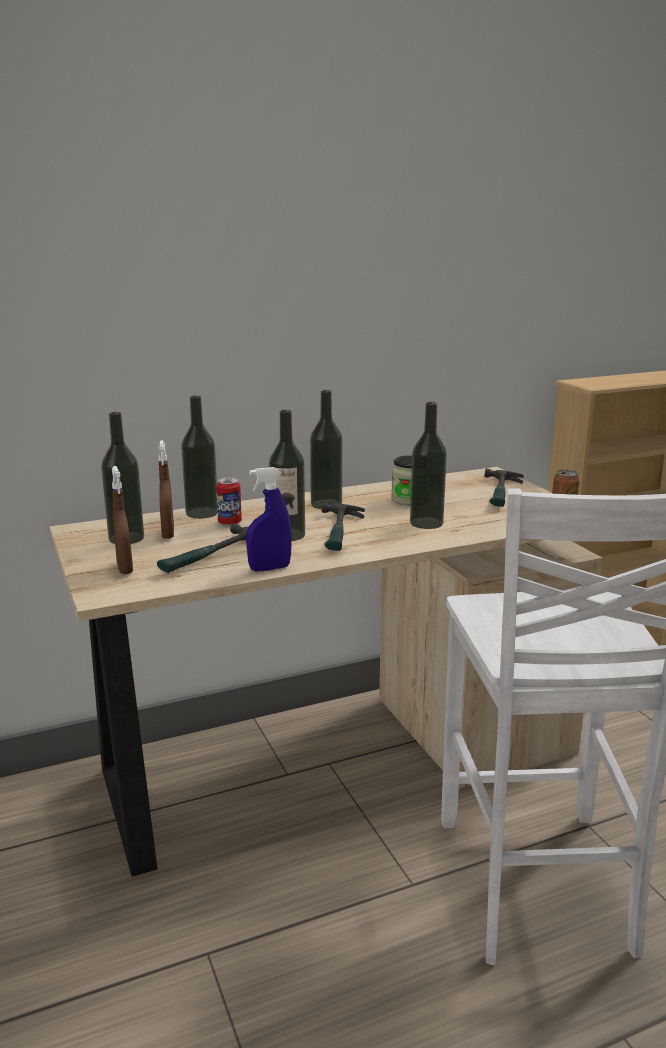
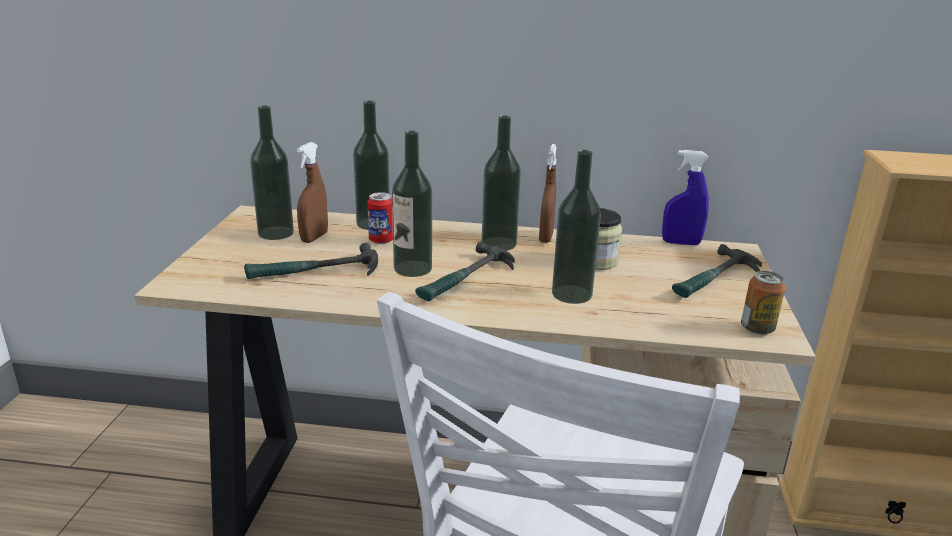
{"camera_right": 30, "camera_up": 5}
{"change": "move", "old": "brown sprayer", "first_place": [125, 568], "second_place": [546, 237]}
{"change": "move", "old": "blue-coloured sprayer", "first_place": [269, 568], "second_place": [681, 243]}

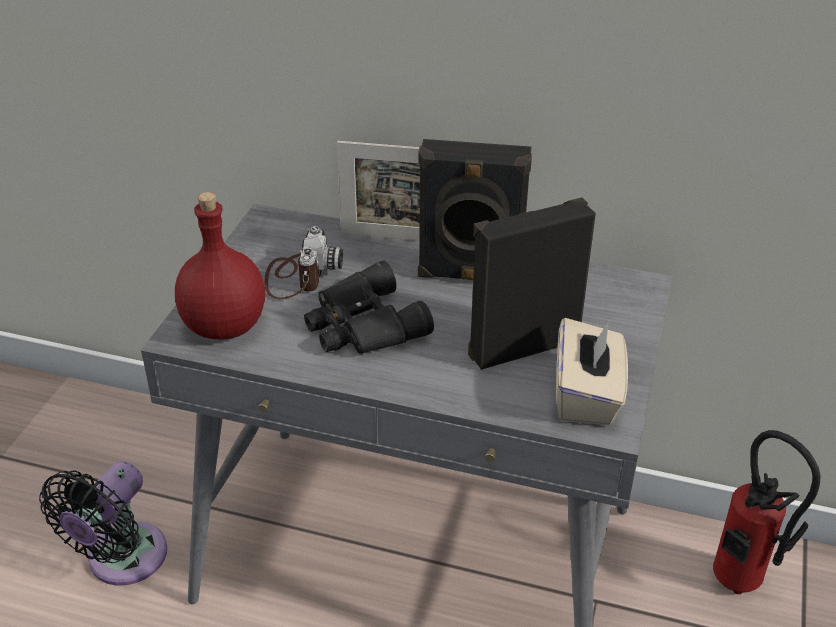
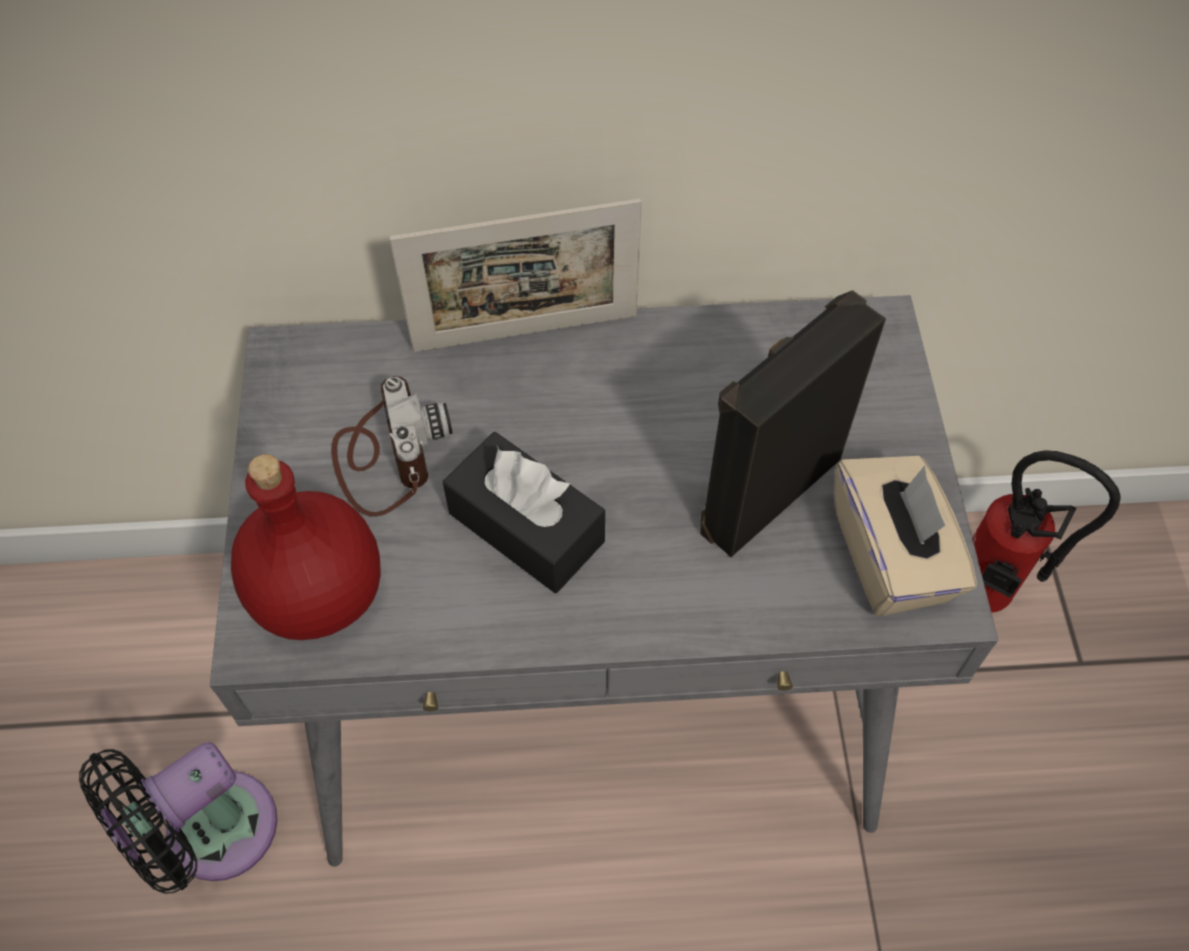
{"camera_right": -20, "camera_up": 20}
{"change": "delete", "old": "black-coloured audio speaker", "first_place": [470, 276]}
{"change": "replace", "old": "black-coloured field glasses", "new": "black-coloured box of tissues", "first_place": [362, 326], "second_place": [526, 527]}
{"change": "rotate", "old": "black-coloured cooling fan", "first_place": [121, 561], "second_place": [210, 834], "degrees": 45}

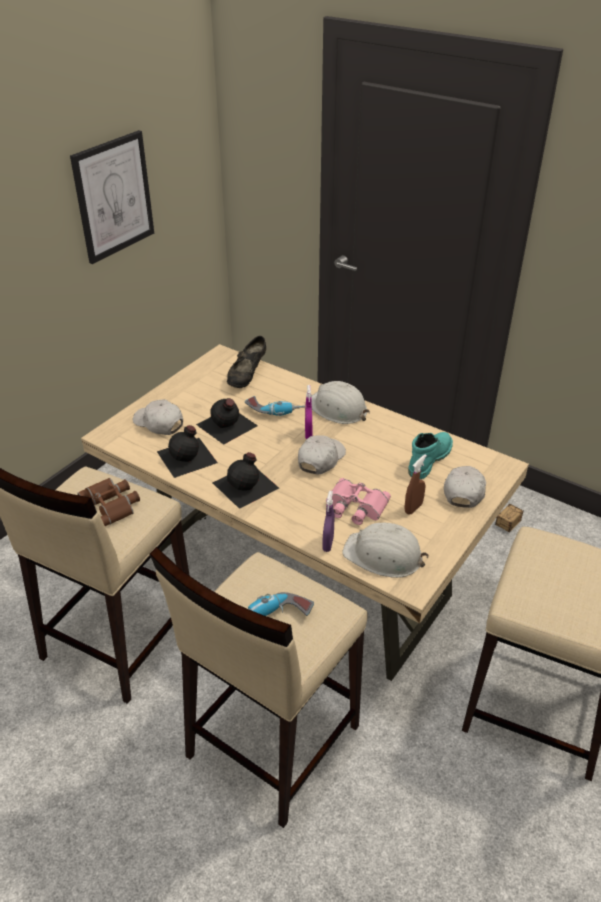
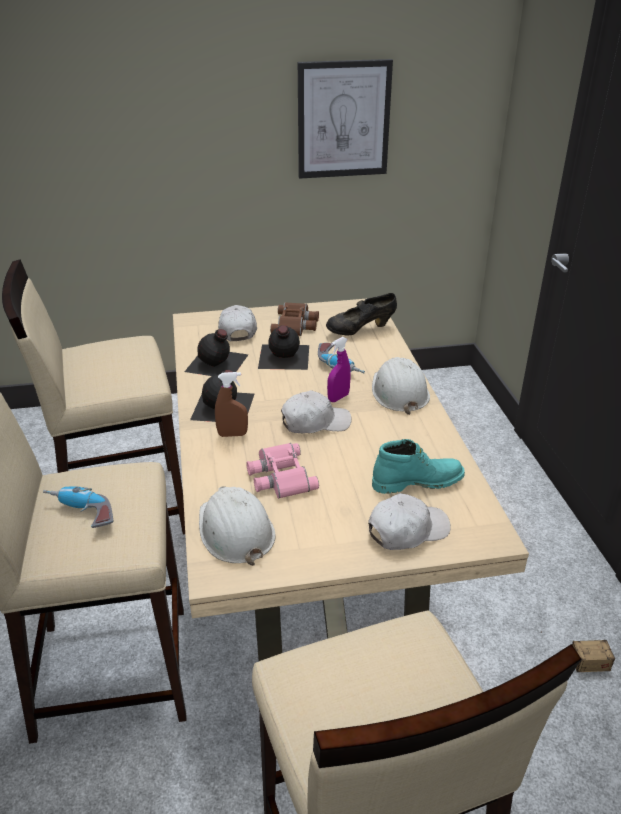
{"camera_right": 45, "camera_up": -5}
{"change": "move", "old": "brown sprayer", "first_place": [413, 508], "second_place": [232, 434]}
{"change": "move", "old": "brown field glasses", "first_place": [112, 504], "second_place": [296, 324]}
{"change": "delete", "old": "purple sprayer", "first_place": [328, 544]}

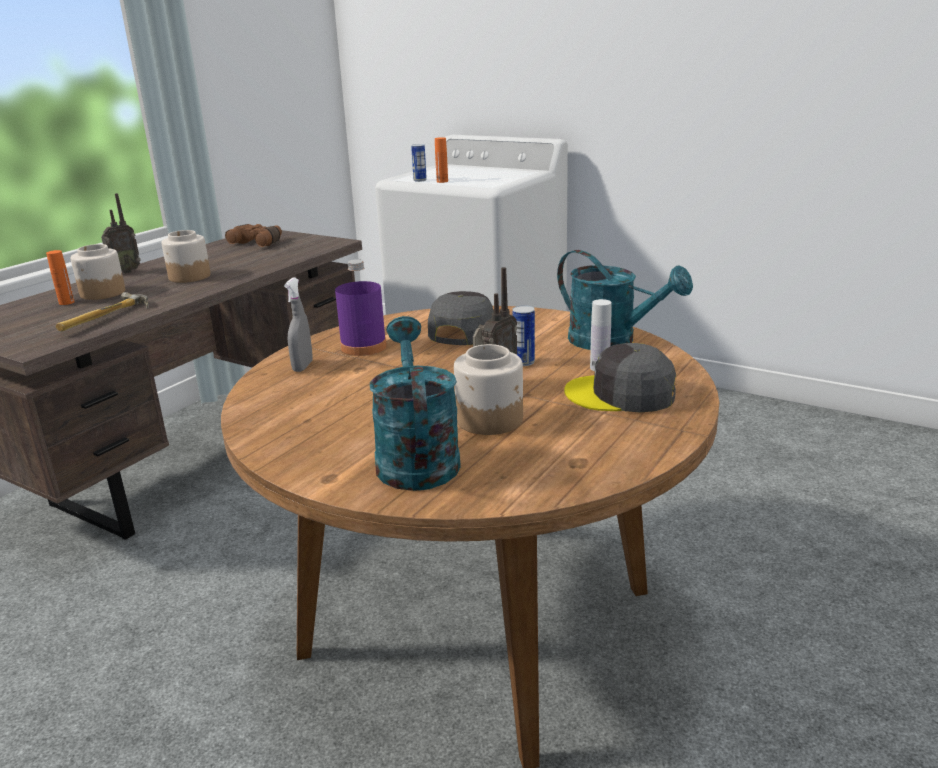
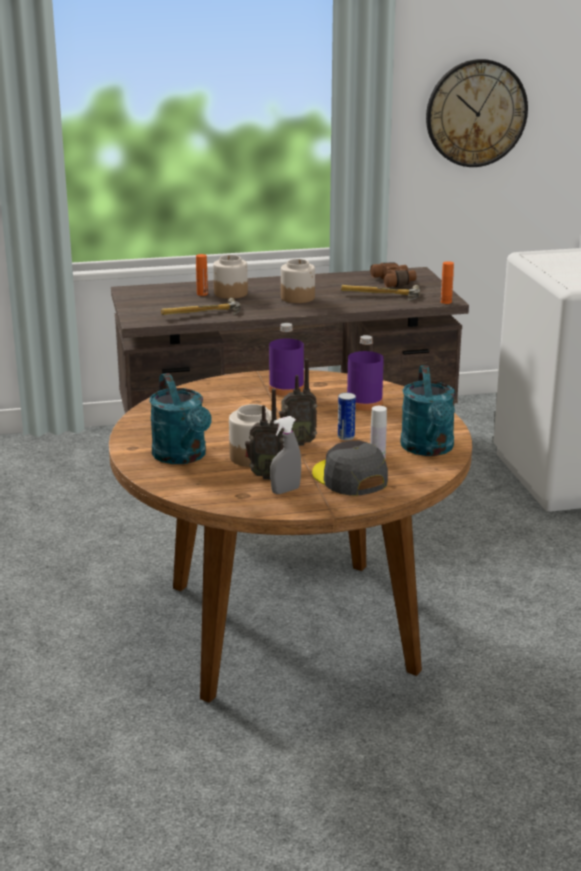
{"camera_right": 45, "camera_up": 0}
{"change": "move", "old": "orange drink bottle", "first_place": [442, 181], "second_place": [446, 302]}
{"change": "delete", "old": "metal can", "first_place": [420, 180]}
{"change": "move", "old": "radio", "first_place": [124, 272], "second_place": [266, 476]}
{"change": "move", "old": "gray sprayer", "first_place": [302, 366], "second_place": [285, 490]}
{"change": "replace", "old": "gray cap", "new": "purple drink bottle", "first_place": [465, 330], "second_place": [364, 403]}
{"change": "rotate", "old": "blue-green watering pot", "first_place": [415, 457], "second_place": [183, 457], "degrees": 120}
{"change": "insert", "new": "hanging clock", "second_place": [476, 113]}
{"change": "insert", "new": "hammer", "second_place": [381, 296]}

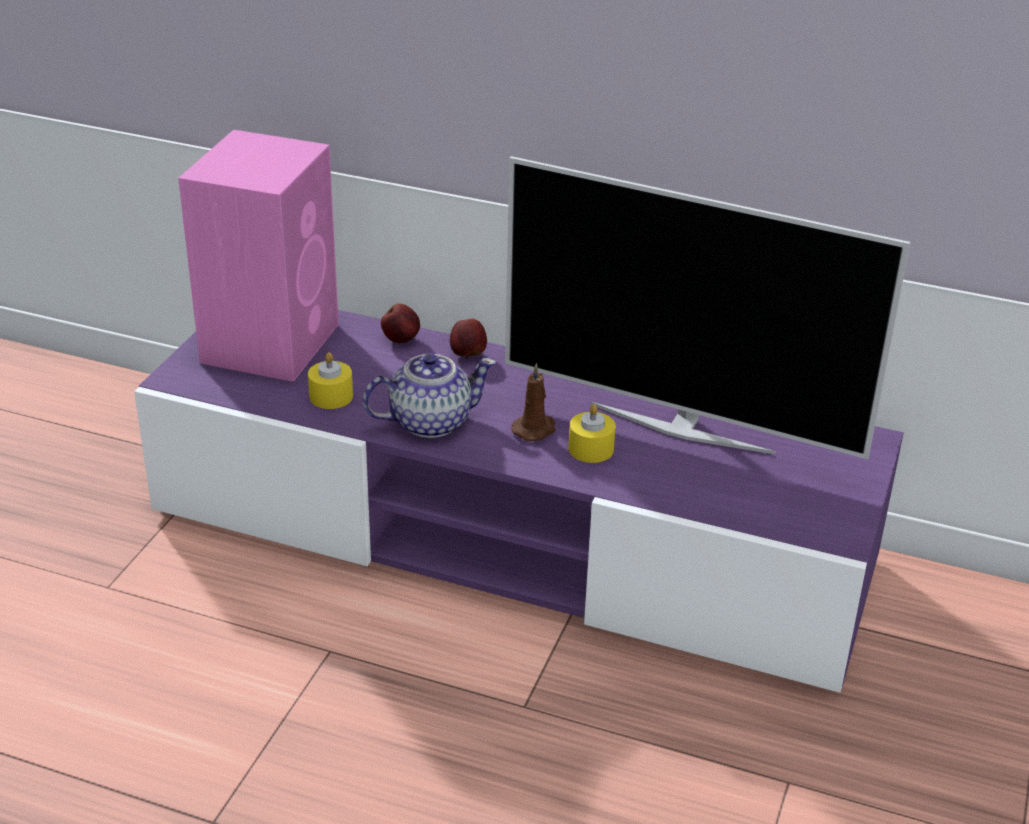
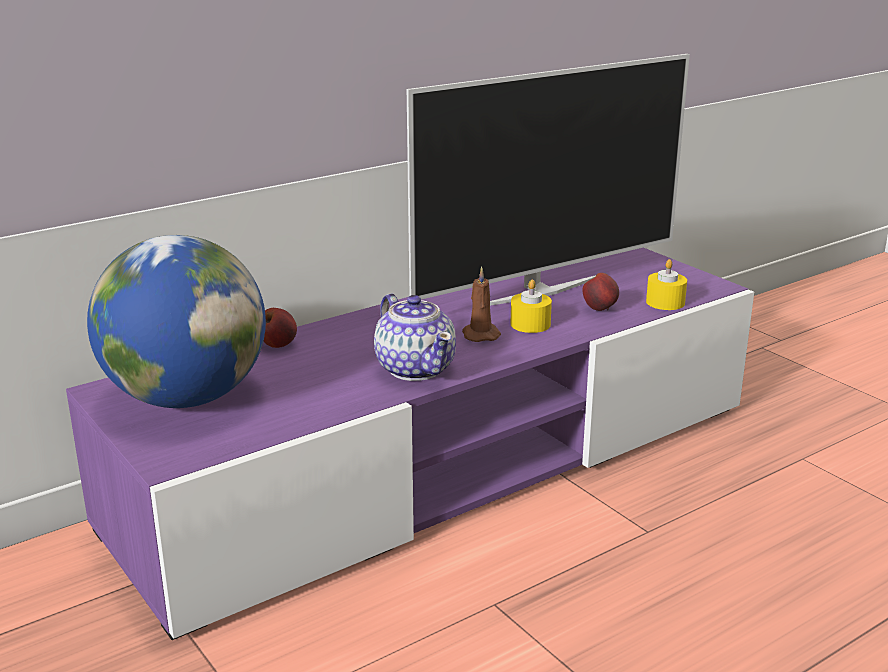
{"camera_right": -55, "camera_up": -10}
{"change": "replace", "old": "pink-coloured audio speaker", "new": "desk globe", "first_place": [272, 341], "second_place": [186, 398]}
{"change": "move", "old": "apple", "first_place": [468, 355], "second_place": [600, 309]}
{"change": "move", "old": "yellowish wax light", "first_place": [331, 396], "second_place": [665, 302]}
{"change": "rotate", "old": "teapot", "first_place": [429, 422], "second_place": [415, 368], "degrees": 135}

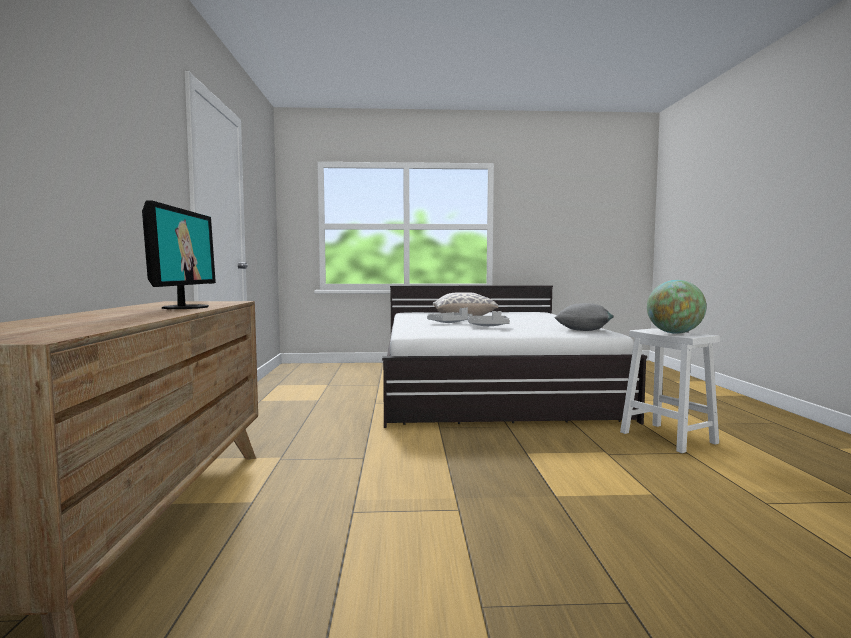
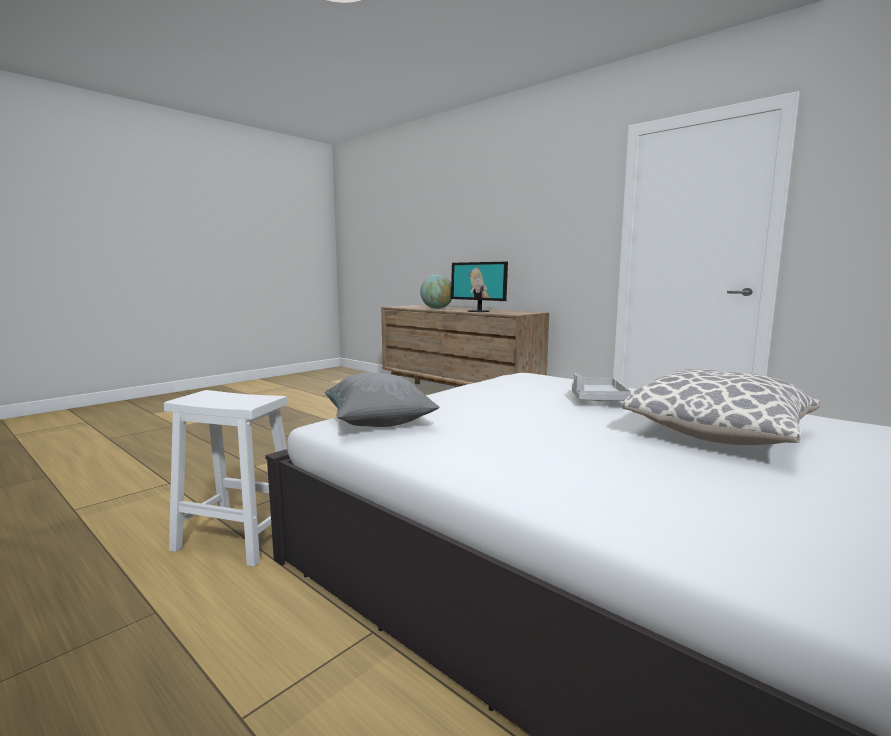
{"camera_right": 135, "camera_up": 5}
{"change": "move", "old": "desk globe", "first_place": [674, 333], "second_place": [437, 308]}
{"change": "delete", "old": "gray carrying tray", "first_place": [488, 326]}

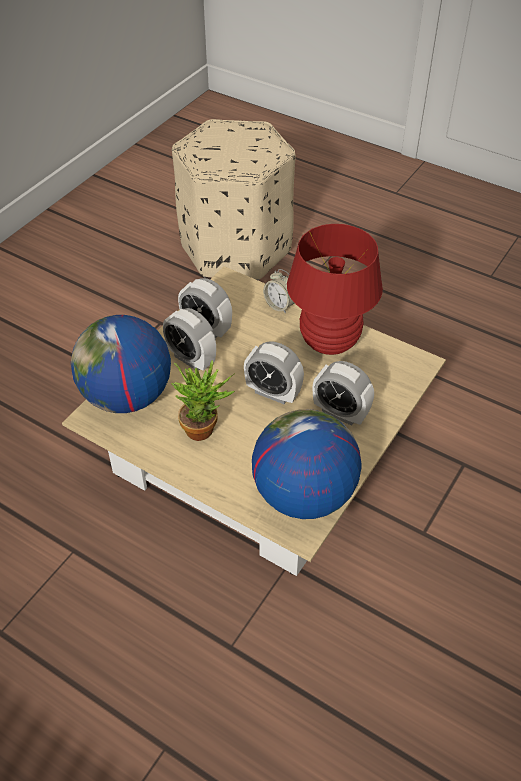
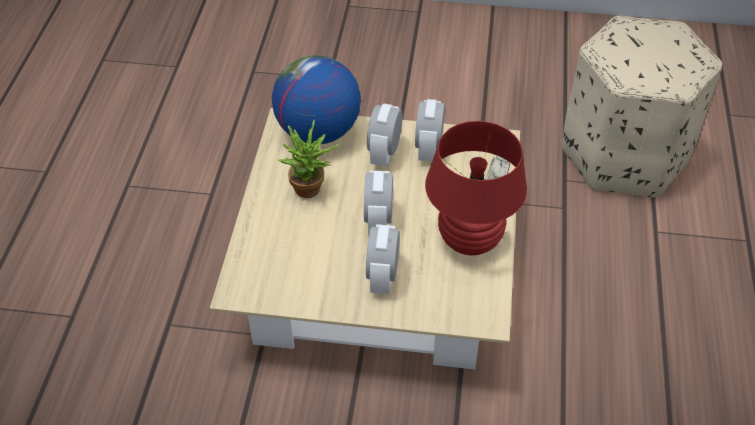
{"camera_right": 65, "camera_up": 0}
{"change": "delete", "old": "desk globe", "first_place": [303, 495]}

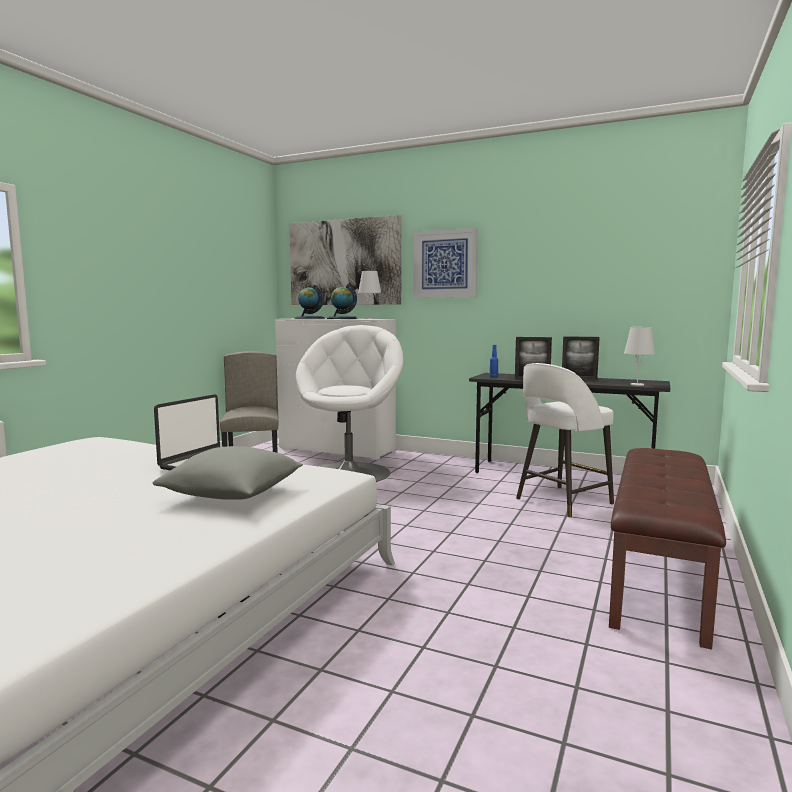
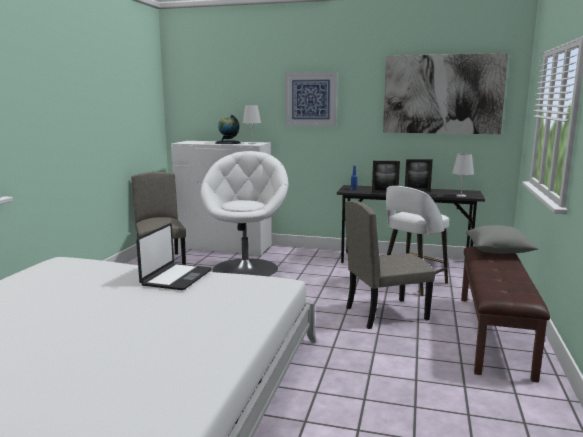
{"camera_right": -10, "camera_up": 5}
{"change": "move", "old": "picture", "first_place": [344, 262], "second_place": [442, 94]}
{"change": "delete", "old": "desk globe", "first_place": [309, 318]}
{"change": "move", "old": "gray pillow", "first_place": [233, 495], "second_place": [498, 251]}
{"change": "insert", "new": "sand-coloured upright chair", "second_place": [386, 313]}

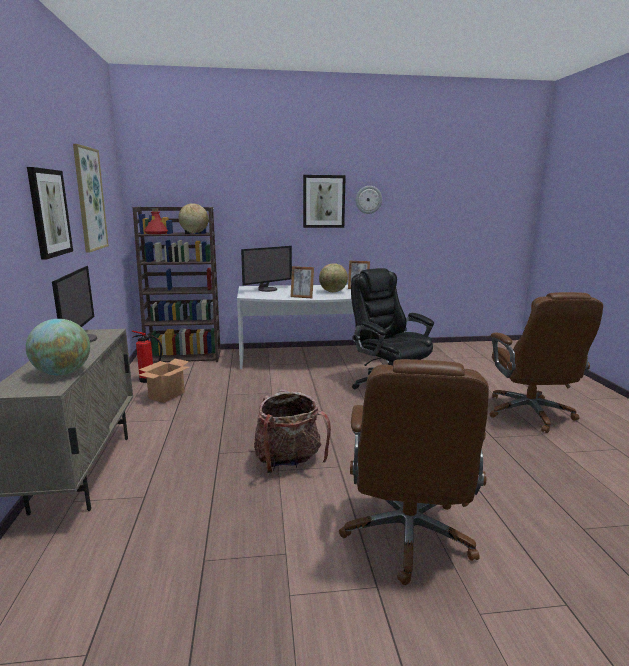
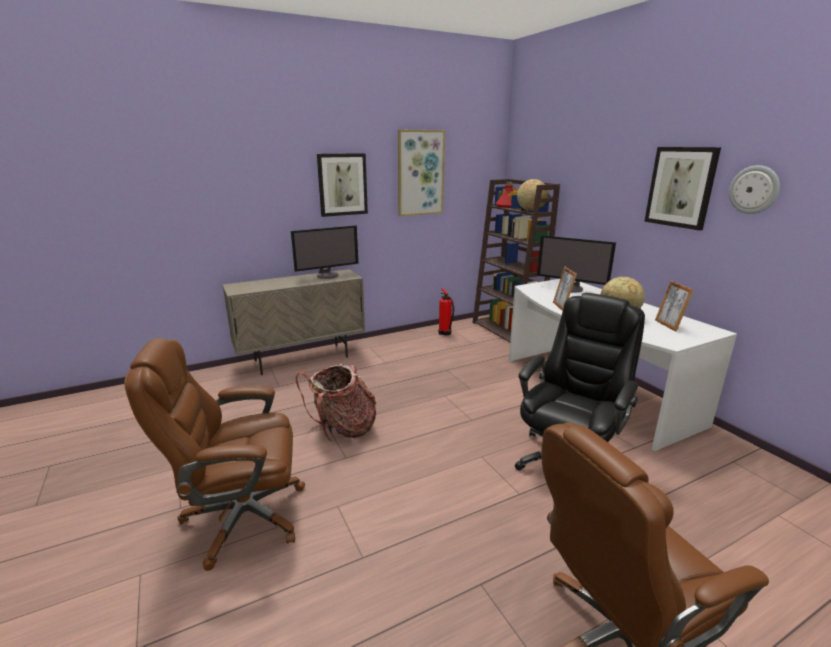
{"camera_right": 70, "camera_up": 5}
{"change": "delete", "old": "desk globe", "first_place": [62, 373]}
{"change": "delete", "old": "cardboard box", "first_place": [166, 396]}

